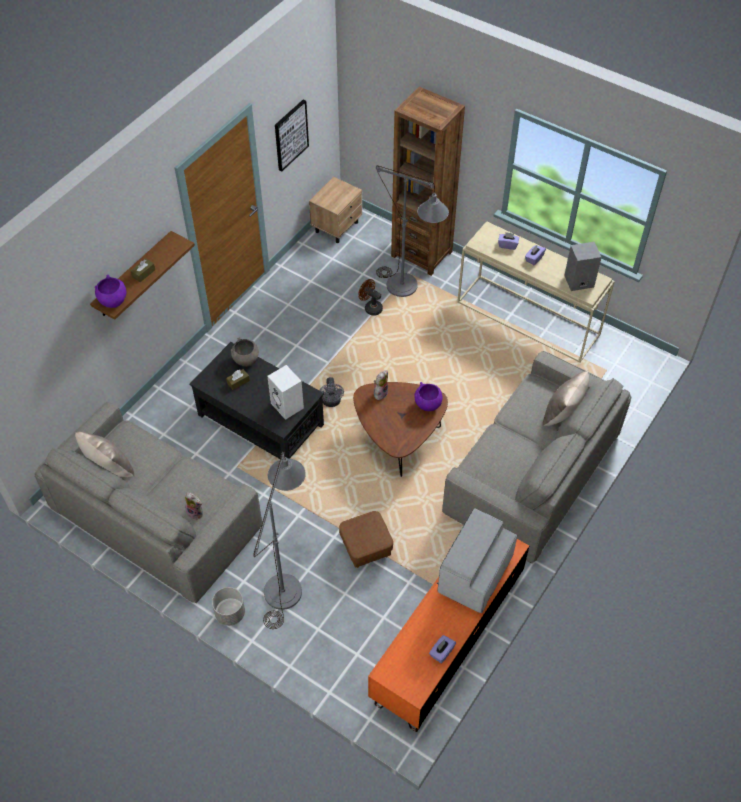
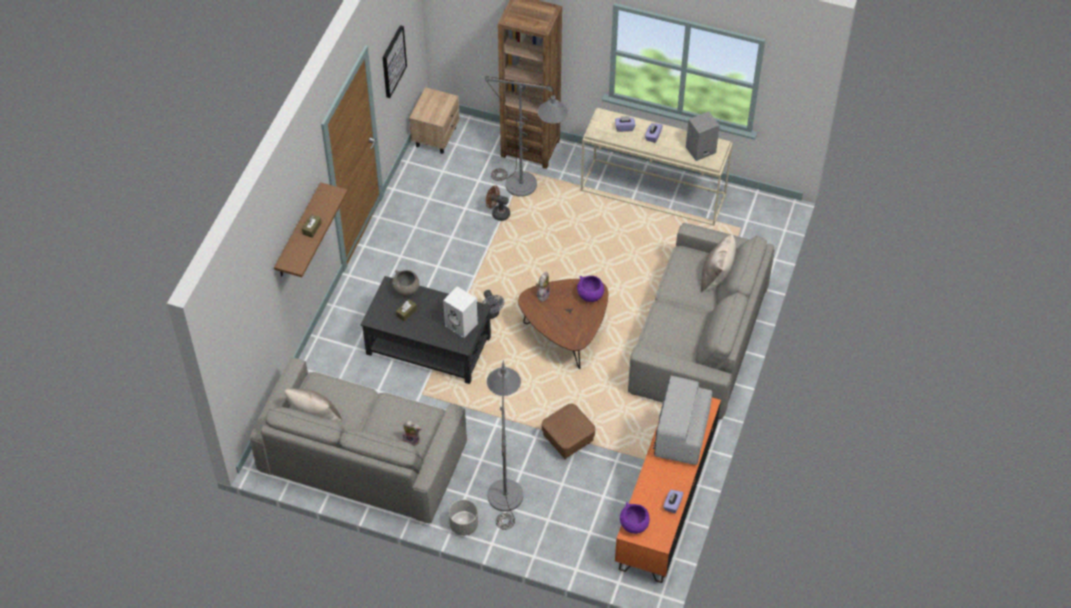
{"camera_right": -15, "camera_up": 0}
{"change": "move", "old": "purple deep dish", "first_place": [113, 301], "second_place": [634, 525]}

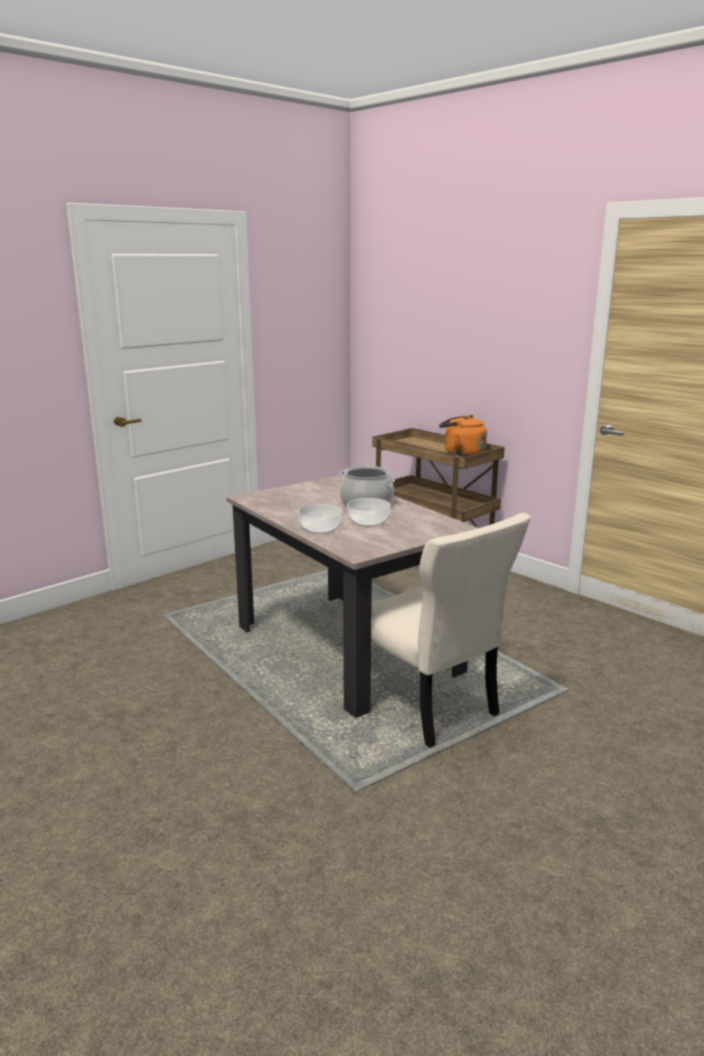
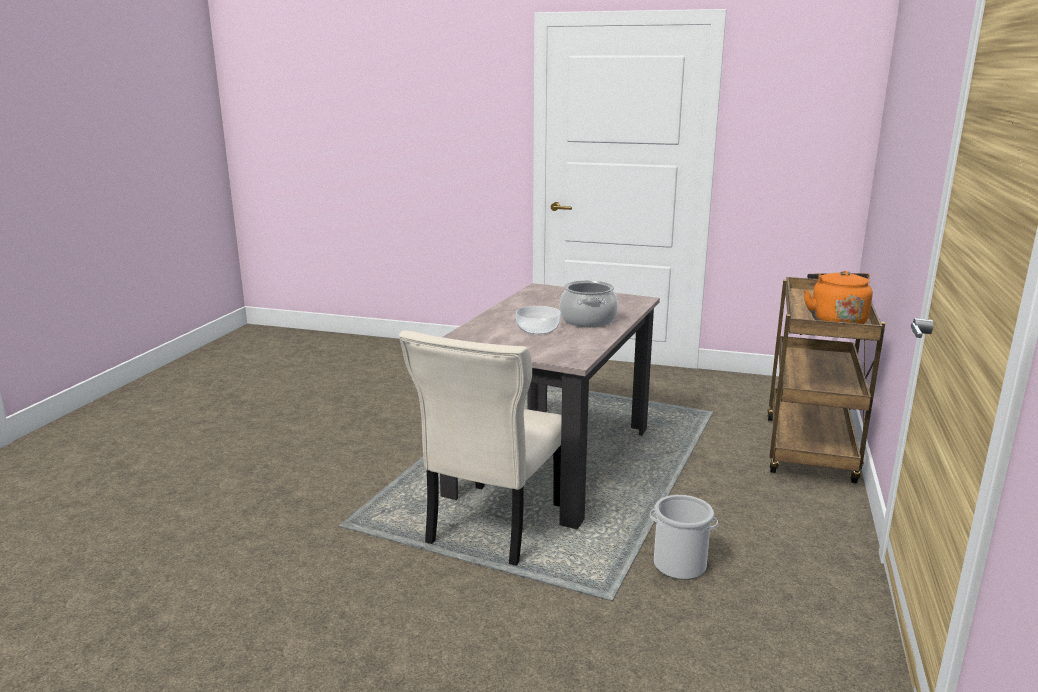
{"camera_right": 60, "camera_up": 0}
{"change": "delete", "old": "deep dish", "first_place": [319, 528]}
{"change": "insert", "new": "pail", "second_place": [680, 565]}

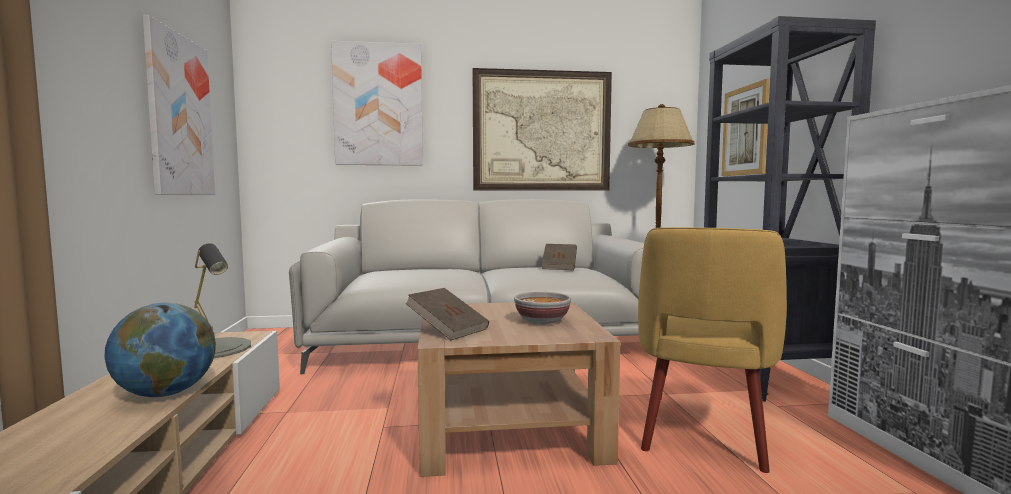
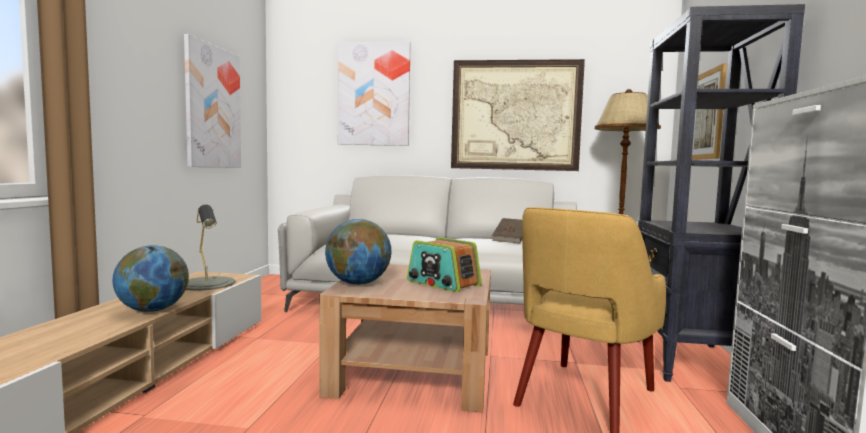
{"camera_right": 15, "camera_up": 0}
{"change": "replace", "old": "brown volume", "new": "desk globe", "first_place": [448, 330], "second_place": [358, 283]}
{"change": "replace", "old": "deep dish", "new": "radio", "first_place": [543, 321], "second_place": [443, 283]}

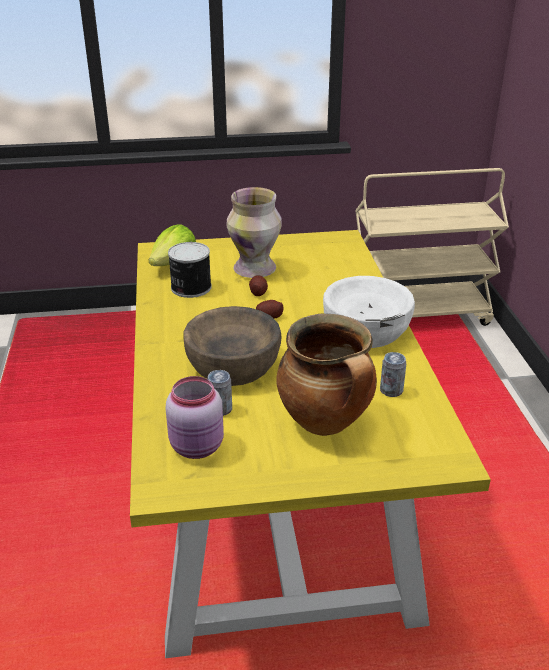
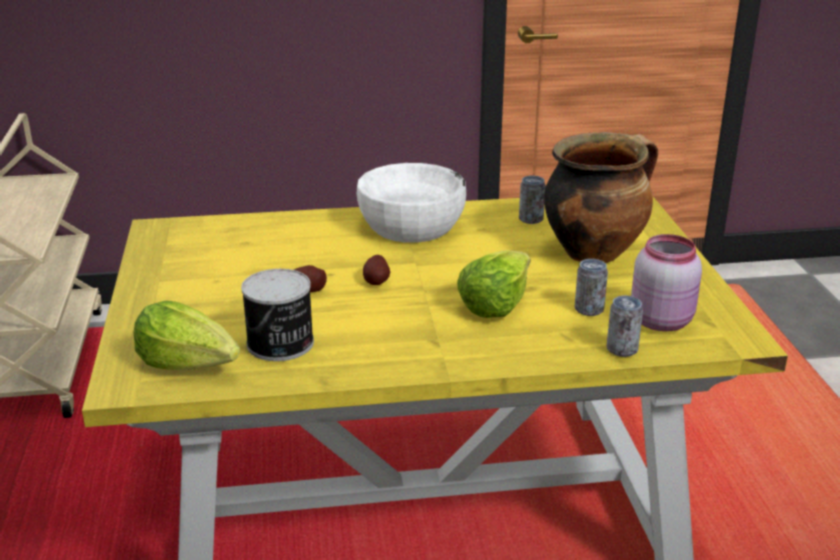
{"camera_right": -90, "camera_up": -5}
{"change": "delete", "old": "flower vase", "first_place": [255, 269]}
{"change": "replace", "old": "brown deep dish", "new": "lettuce", "first_place": [233, 365], "second_place": [494, 304]}
{"change": "insert", "new": "metal can", "second_place": [622, 349]}

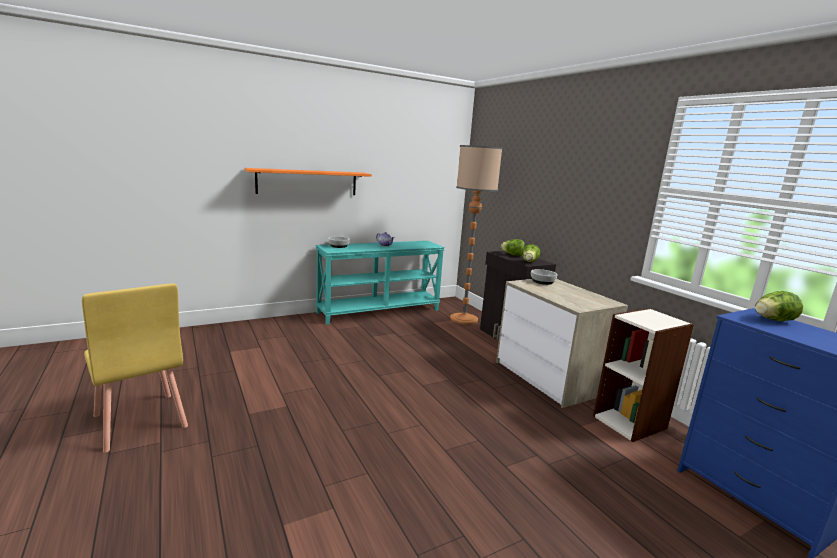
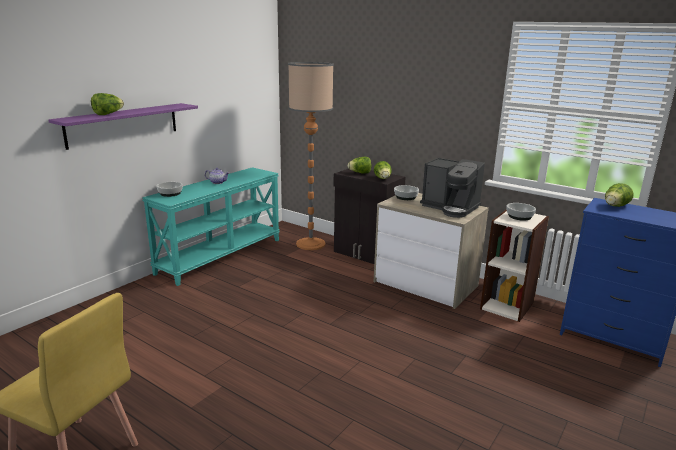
{"camera_right": -25, "camera_up": 5}
{"change": "recolor", "old": "orange shelf", "new": "purple shelf", "first_place": [307, 182], "second_place": [123, 125]}
{"change": "insert", "new": "lettuce", "second_place": [108, 114]}
{"change": "insert", "new": "coffee brewer", "second_place": [450, 208]}
{"change": "insert", "new": "deep dish", "second_place": [519, 216]}

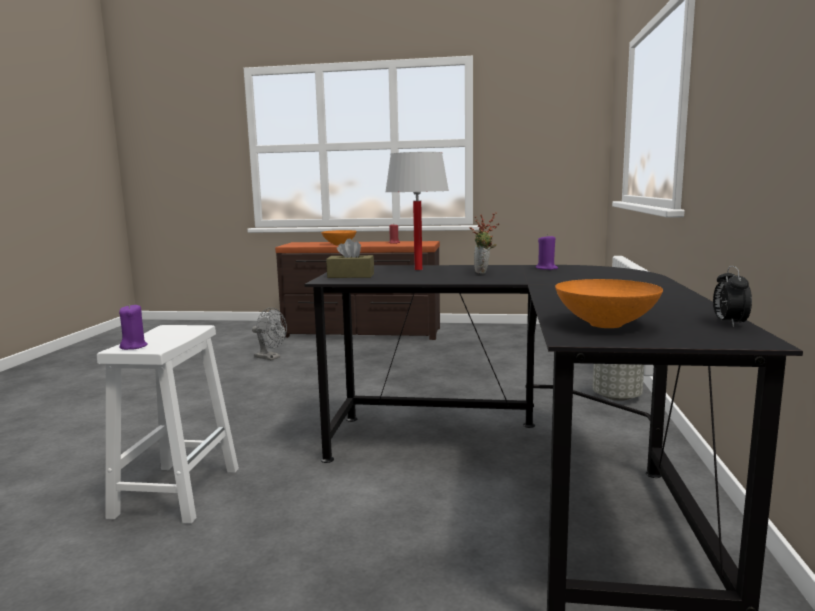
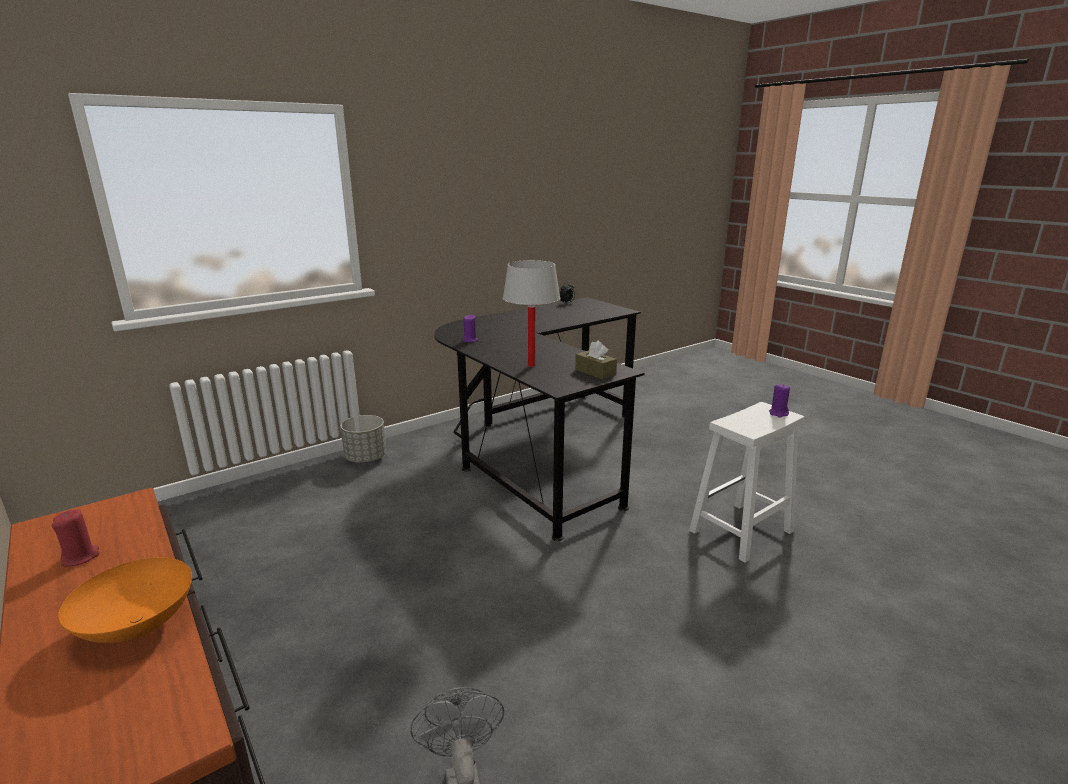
{"camera_right": -135, "camera_up": 10}
{"change": "delete", "old": "houseplant", "first_place": [483, 272]}
{"change": "delete", "old": "orange deep dish", "first_place": [604, 324]}

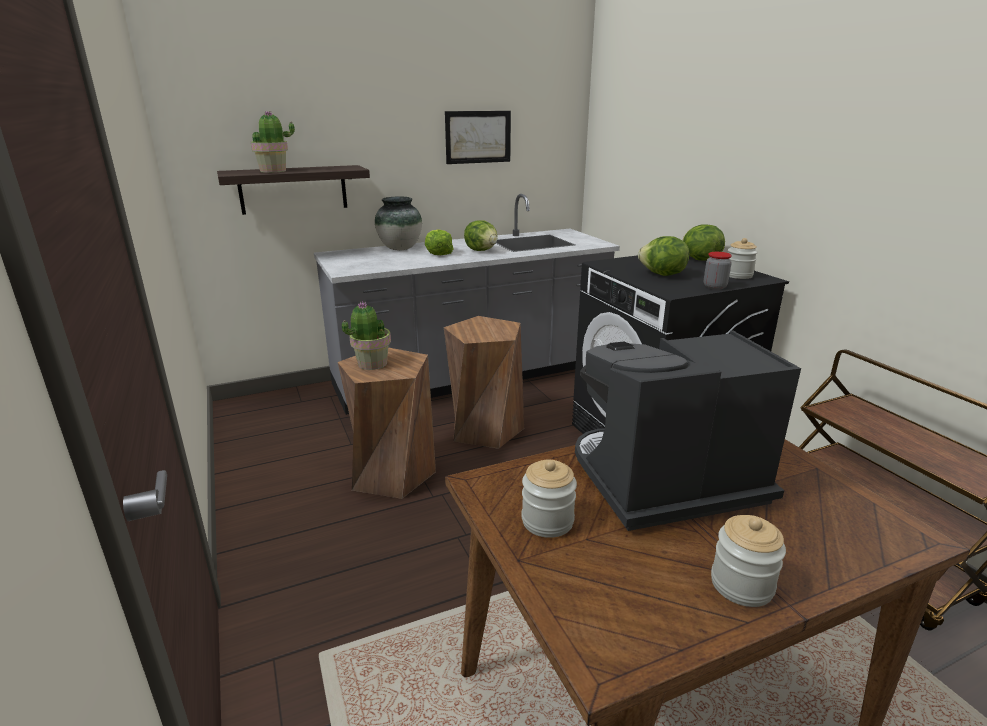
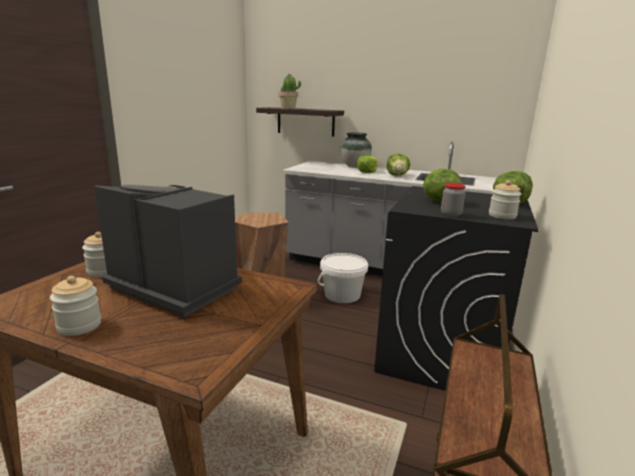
{"camera_right": 45, "camera_up": -5}
{"change": "delete", "old": "picture", "first_place": [478, 137]}
{"change": "delete", "old": "houseplant", "first_place": [371, 364]}
{"change": "replace", "old": "brown sitting stool", "new": "white pail", "first_place": [485, 428], "second_place": [342, 295]}

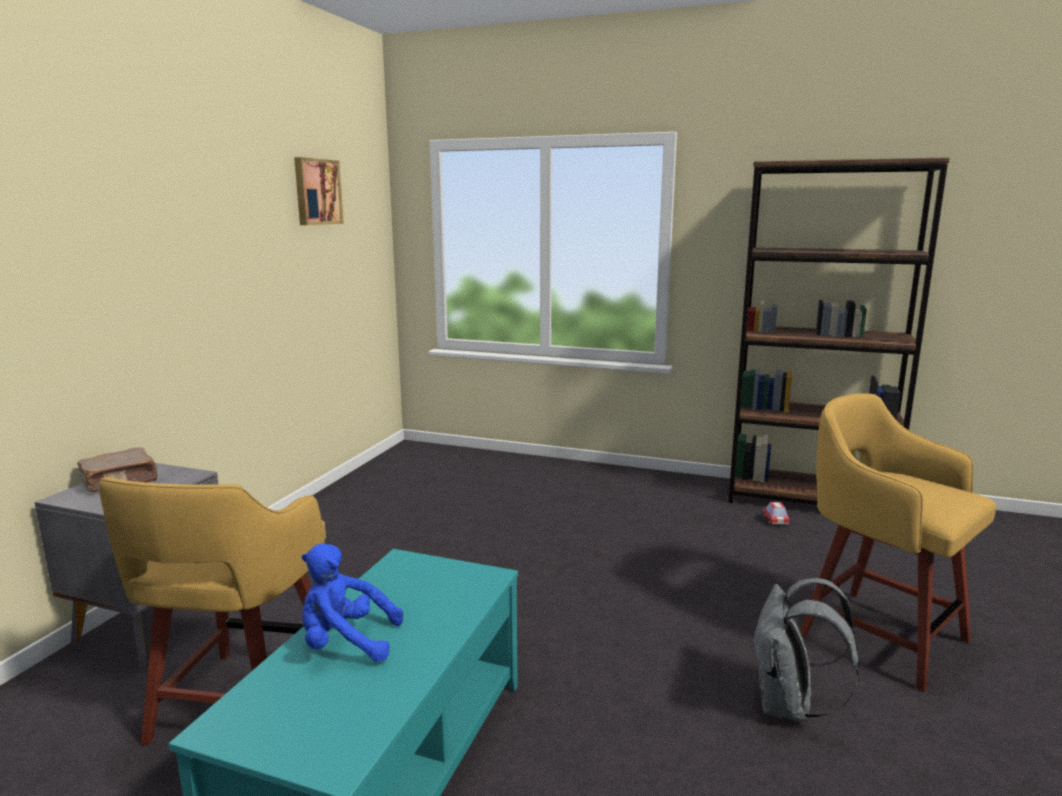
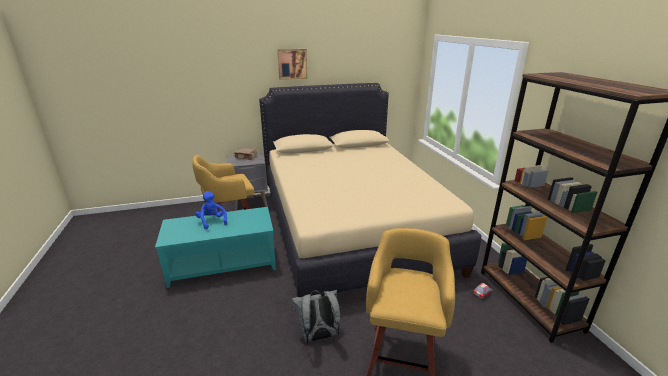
{"camera_right": 55, "camera_up": 10}
{"change": "move", "old": "picture", "first_place": [316, 192], "second_place": [292, 64]}
{"change": "insert", "new": "sand-coloured sleeping bed", "second_place": [350, 227]}

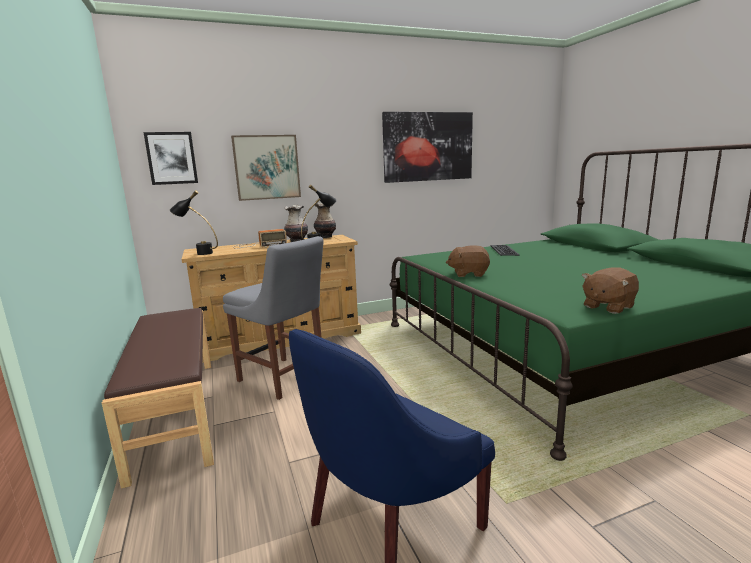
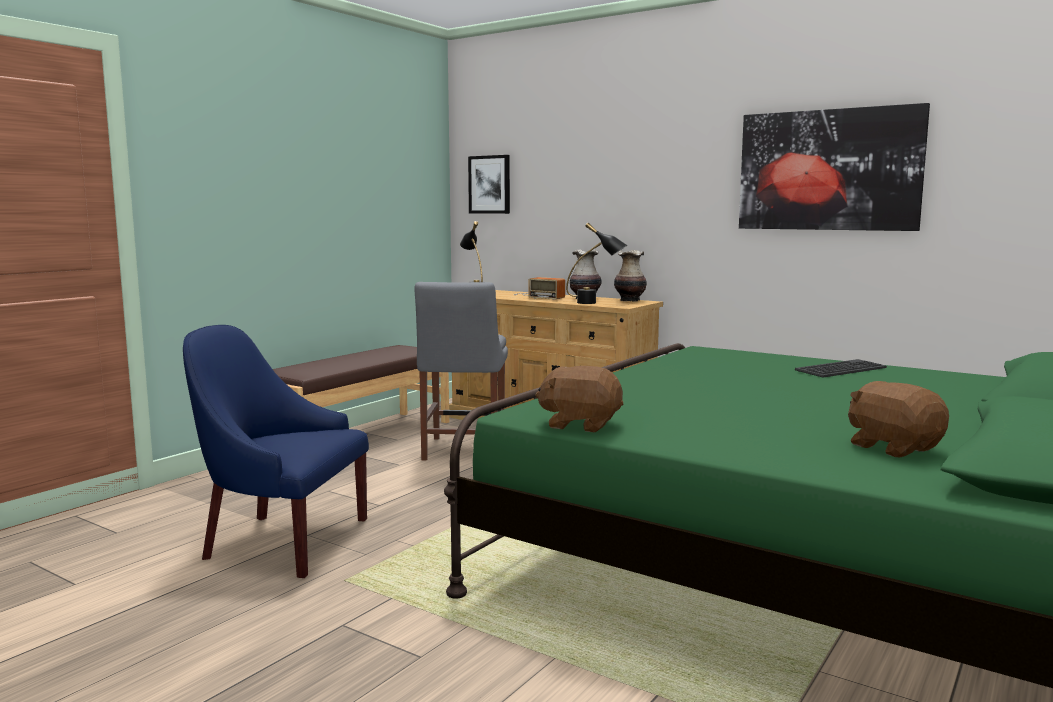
{"camera_right": 55, "camera_up": -5}
{"change": "delete", "old": "picture", "first_place": [267, 167]}
{"change": "move", "old": "brown plush toy", "first_place": [468, 274], "second_place": [893, 448]}

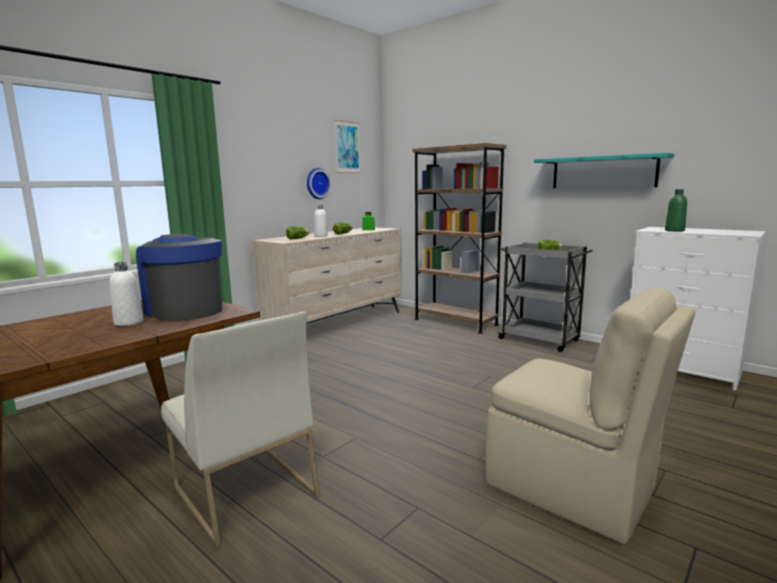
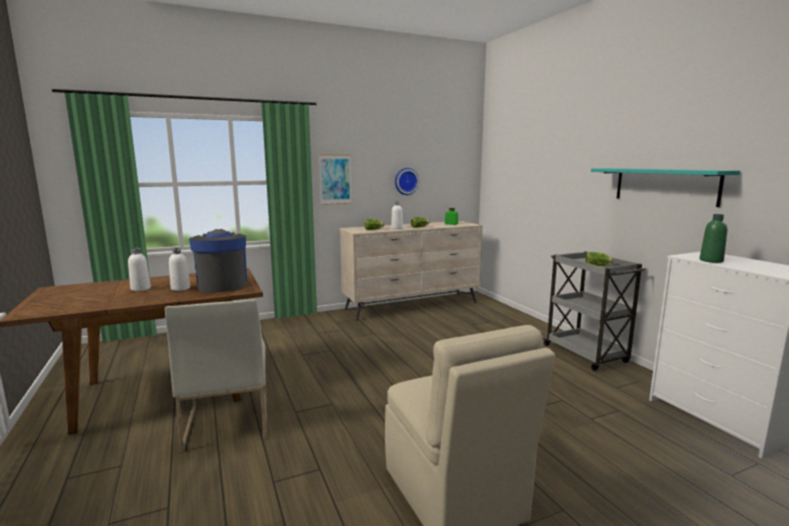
{"camera_right": 25, "camera_up": 0}
{"change": "move", "old": "picture", "first_place": [347, 147], "second_place": [335, 179]}
{"change": "delete", "old": "brown bookcase", "first_place": [455, 322]}
{"change": "insert", "new": "white drink bottle", "second_place": [140, 289]}

